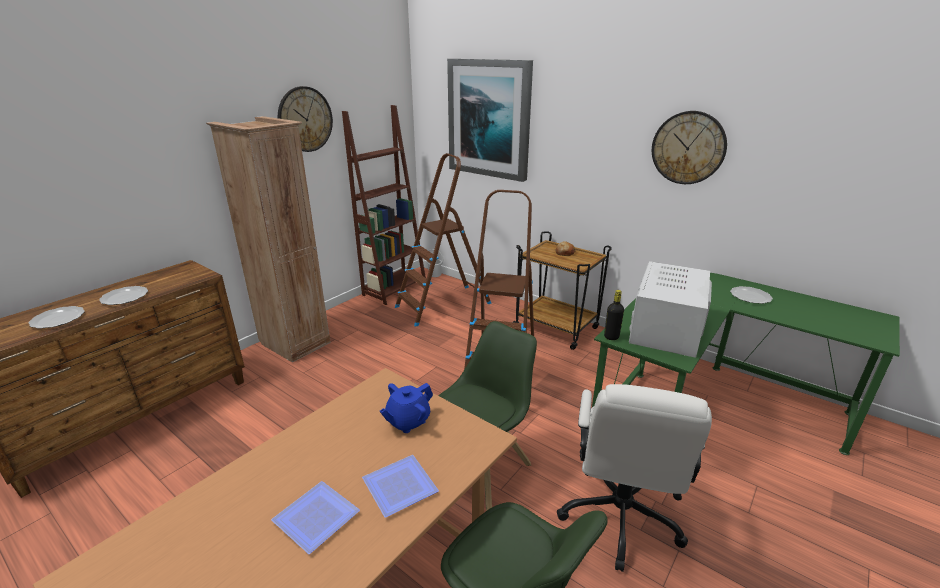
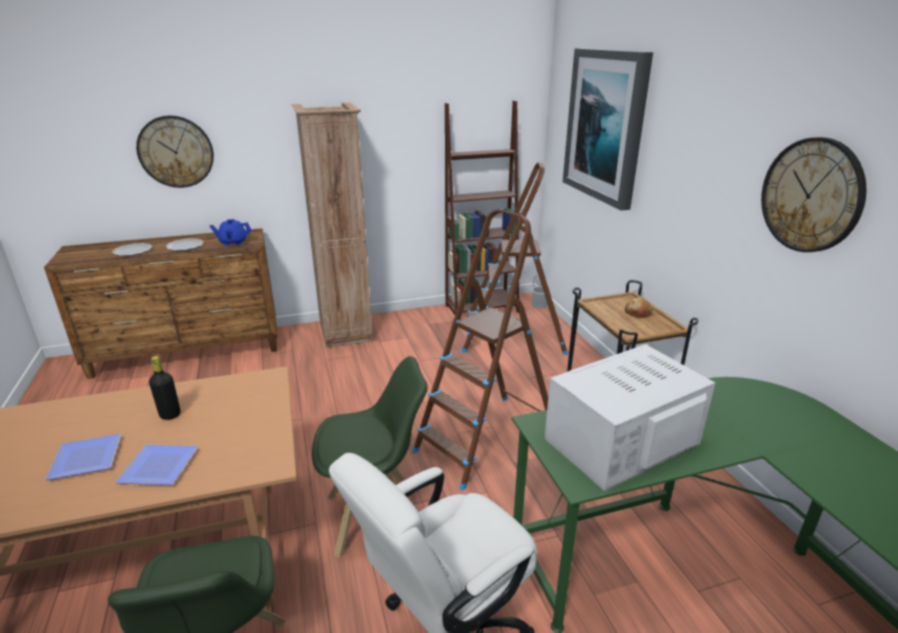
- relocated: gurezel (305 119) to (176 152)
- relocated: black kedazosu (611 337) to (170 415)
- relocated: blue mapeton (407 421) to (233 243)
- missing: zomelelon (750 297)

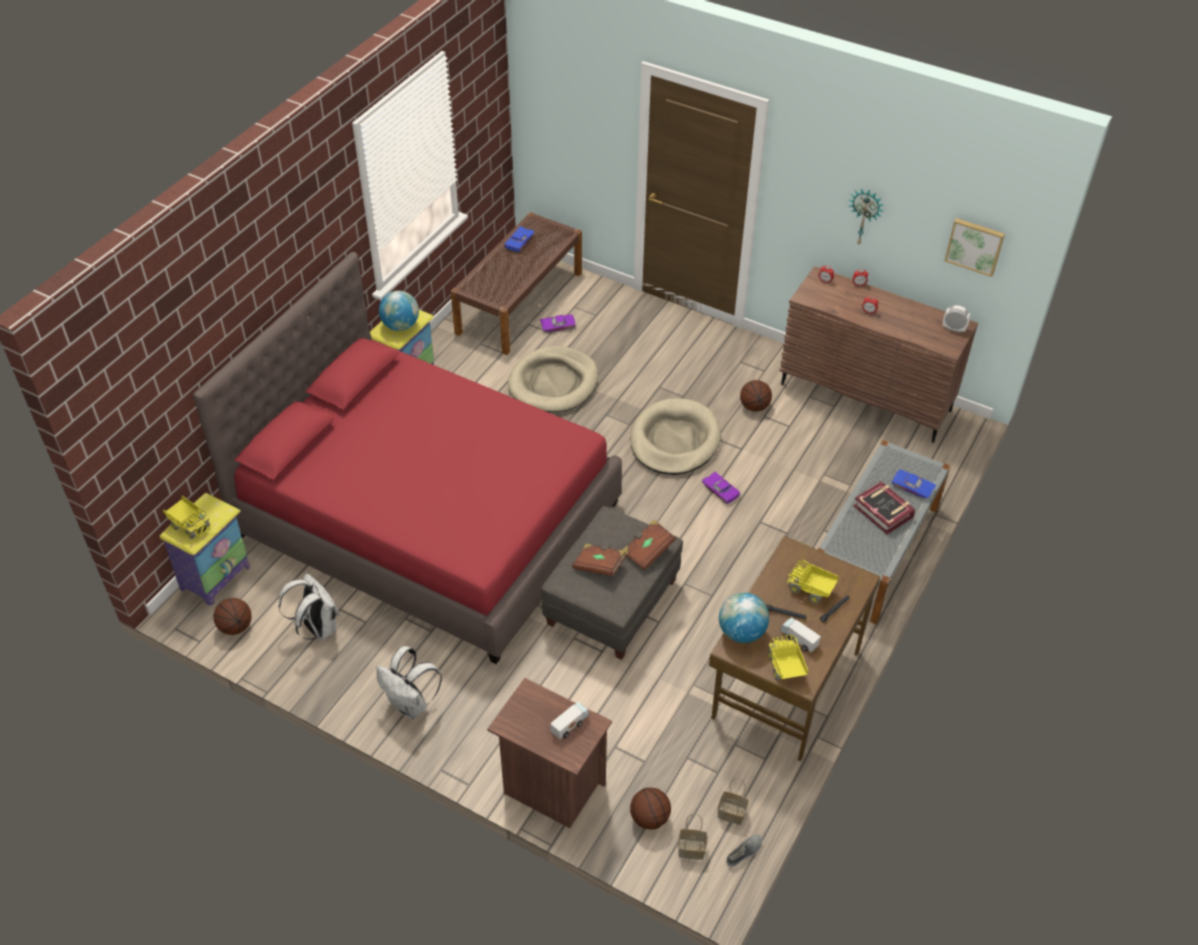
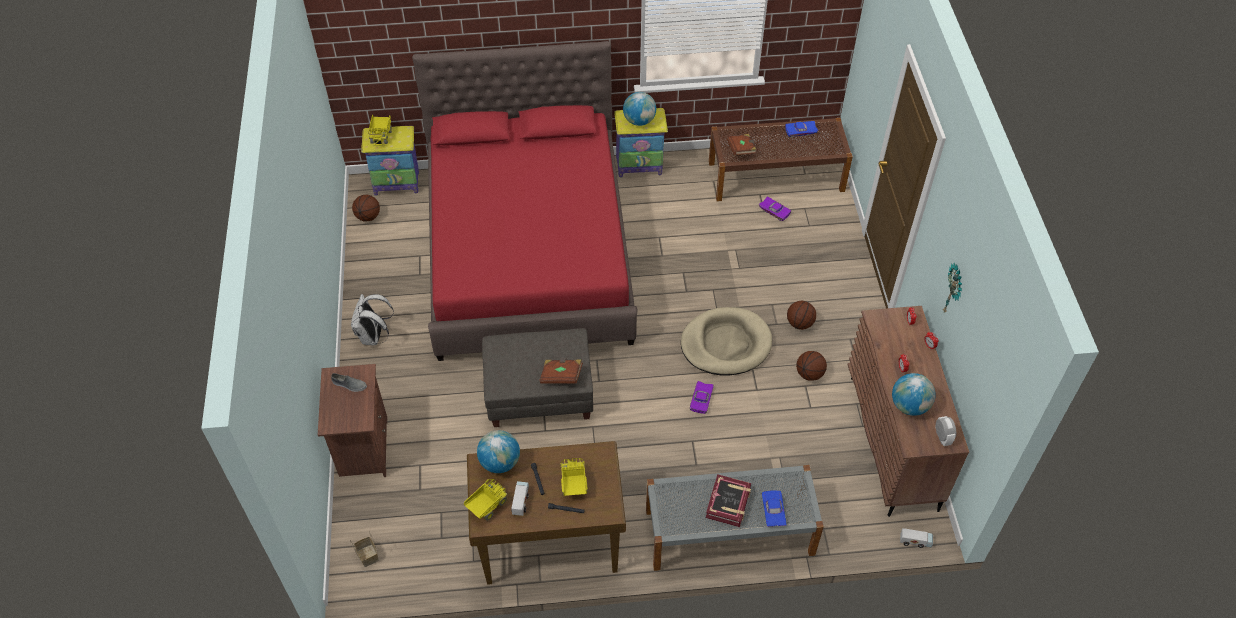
- relocated: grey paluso (744 852) to (349 385)
- relocated: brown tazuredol (599 565) to (741 150)
- relocated: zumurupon (650 818) to (799 323)
- appeared: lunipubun (909 405)
- relocated: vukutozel (570 724) to (915 541)
- missing: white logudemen (317 628)
- missing: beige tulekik (553 383)
- missing: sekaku (730 813)
- missing: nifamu (975 246)

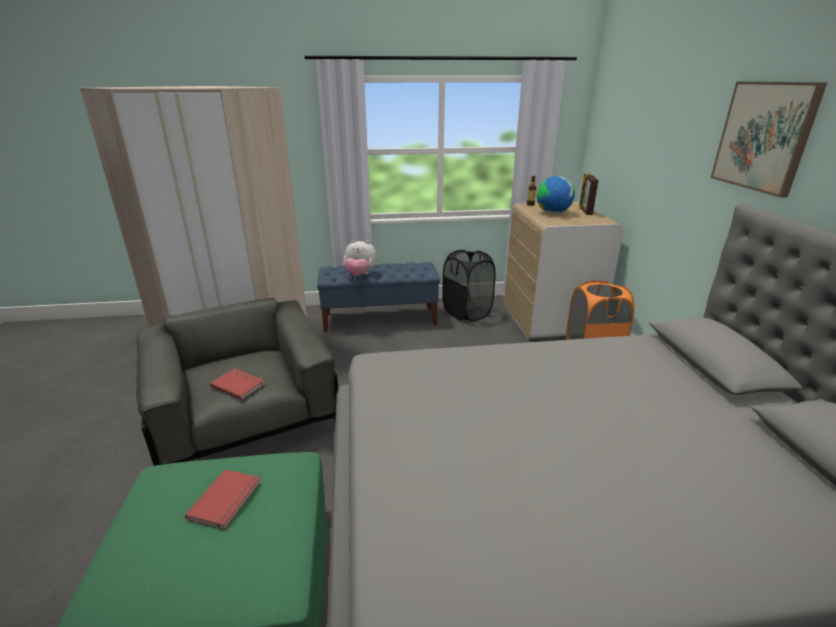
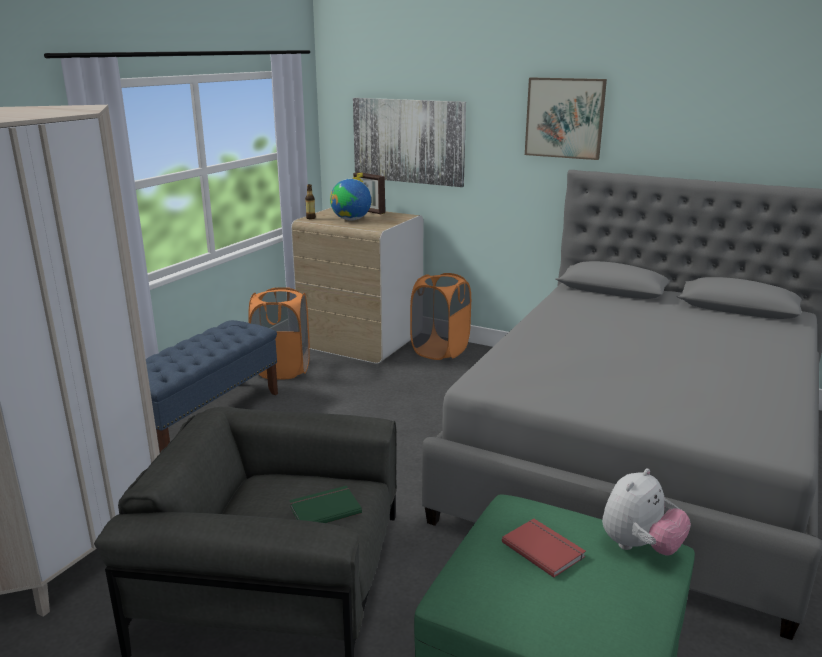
- colour: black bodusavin (467 312) to orange bodusavin (283 369)
- colour: red tazuredol (239 384) to green tazuredol (324 508)
- appeared: nifamu (408 141)
- relocated: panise (360 275) to (640 547)

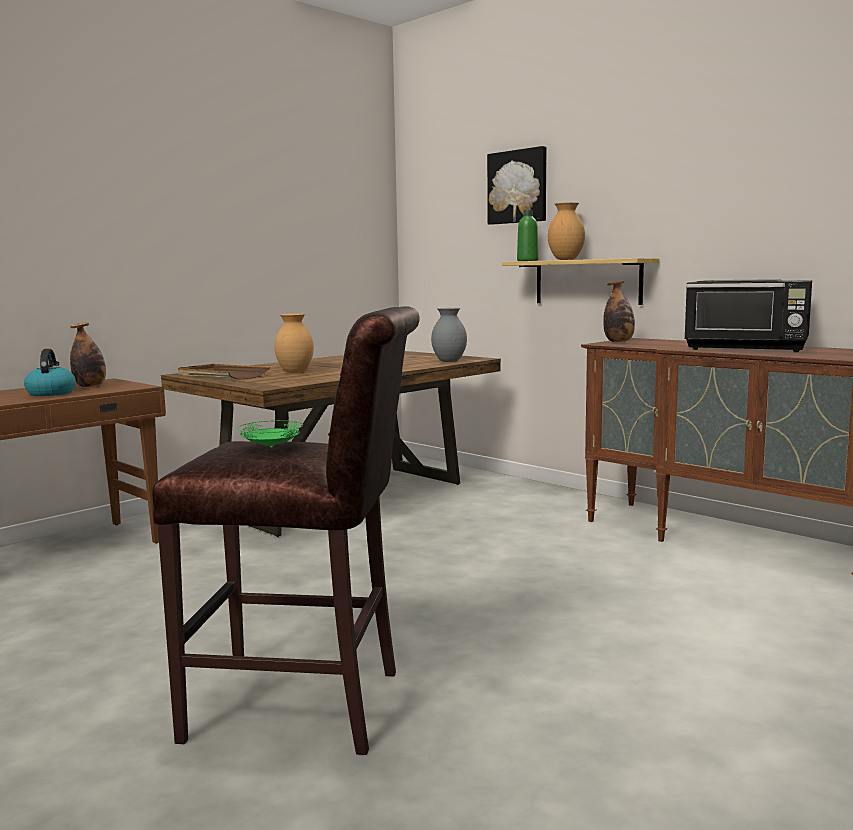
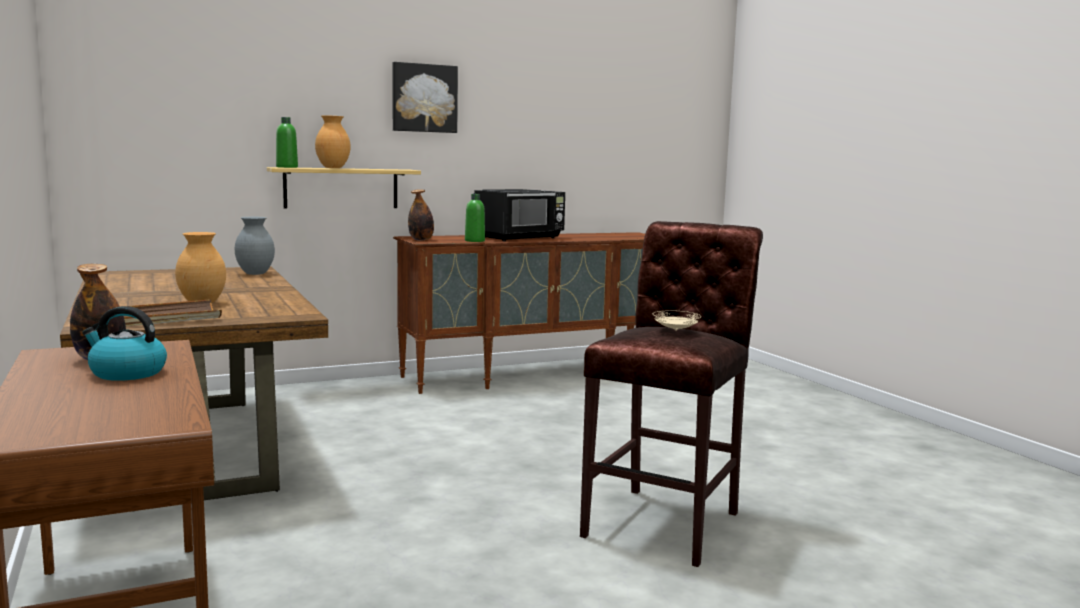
- relocated: nifamu (518 187) to (424 98)
- appeared: green kedazosu (474 241)
- colour: green zomelelon (271 447) to beige zomelelon (675 330)

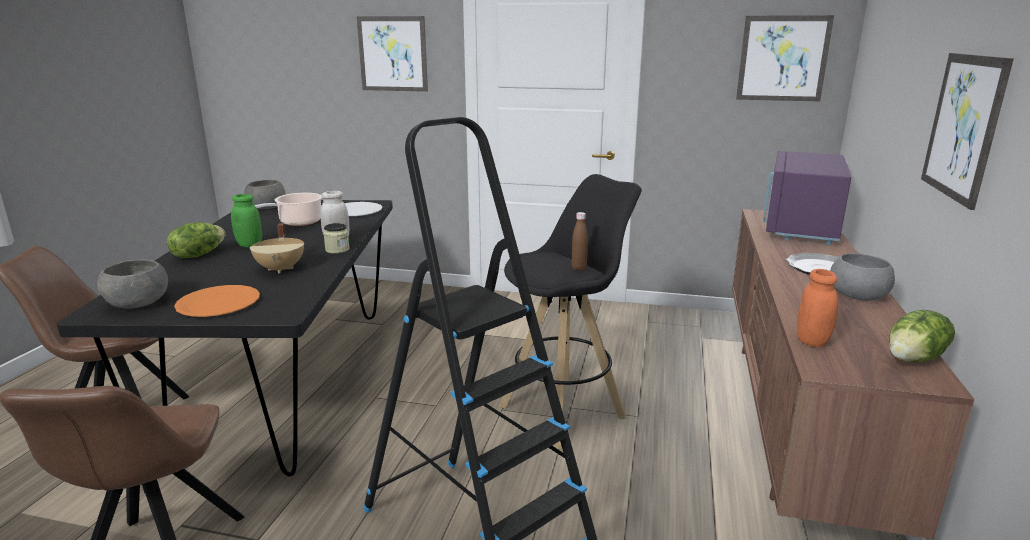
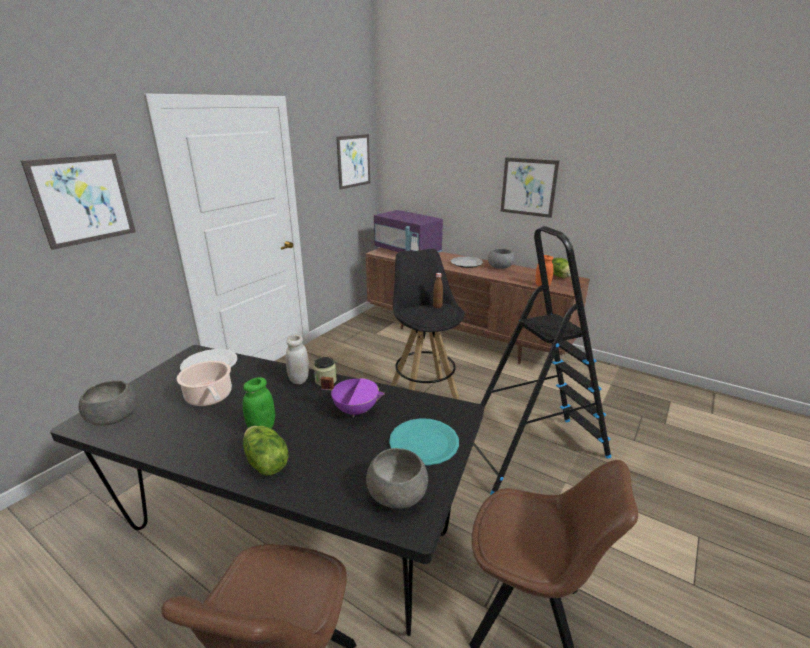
- colour: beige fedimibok (281 269) to purple fedimibok (356 410)
- colour: orange zomelelon (219 303) to turquoise zomelelon (424 443)

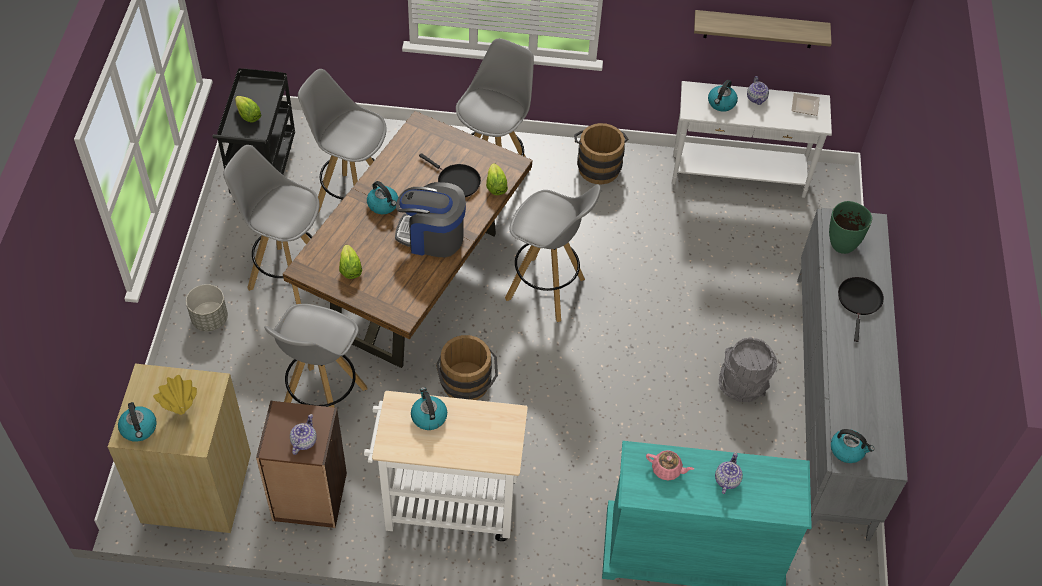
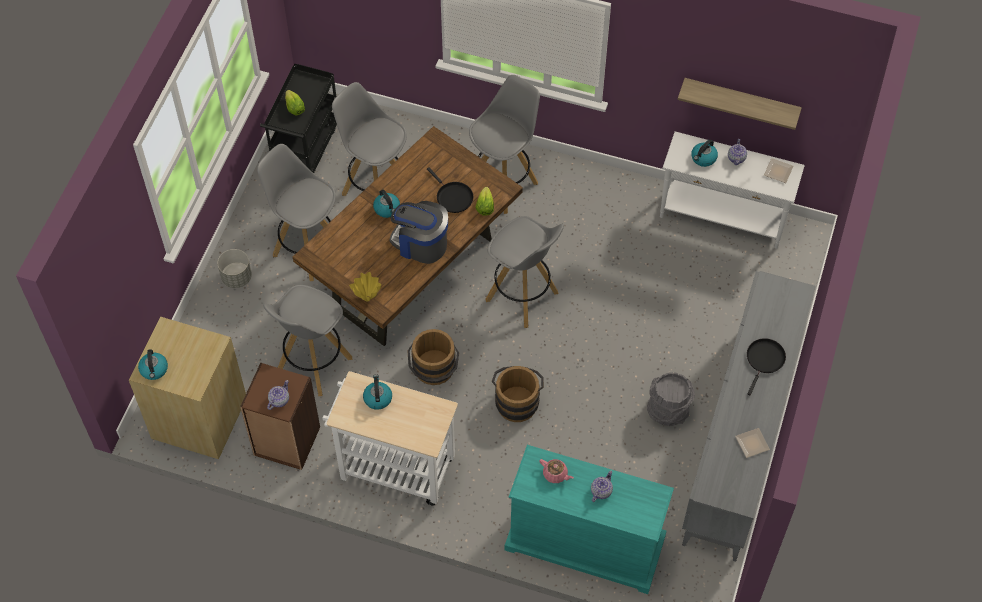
- relocated: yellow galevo (182 410) to (367 298)
- relocated: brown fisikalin (598 165) to (517 400)
- appeared: zomelelon (753 444)
- missing: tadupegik (350 269)
- missing: green galevo (841 245)
- missing: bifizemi (847 450)

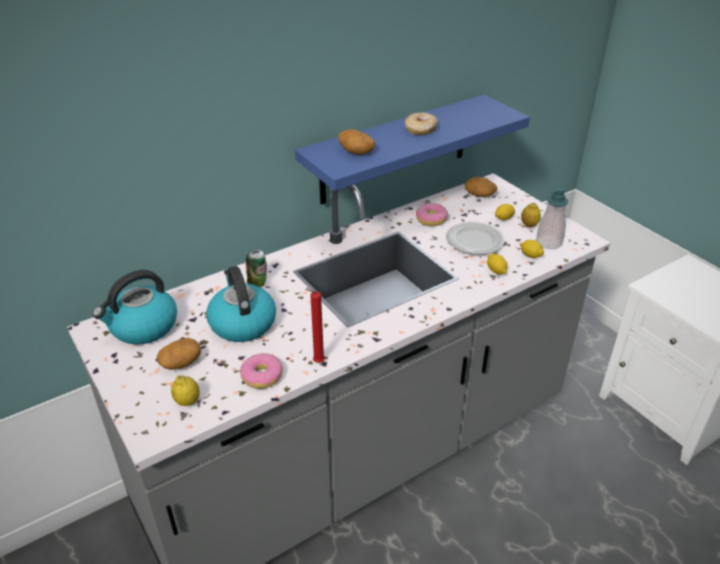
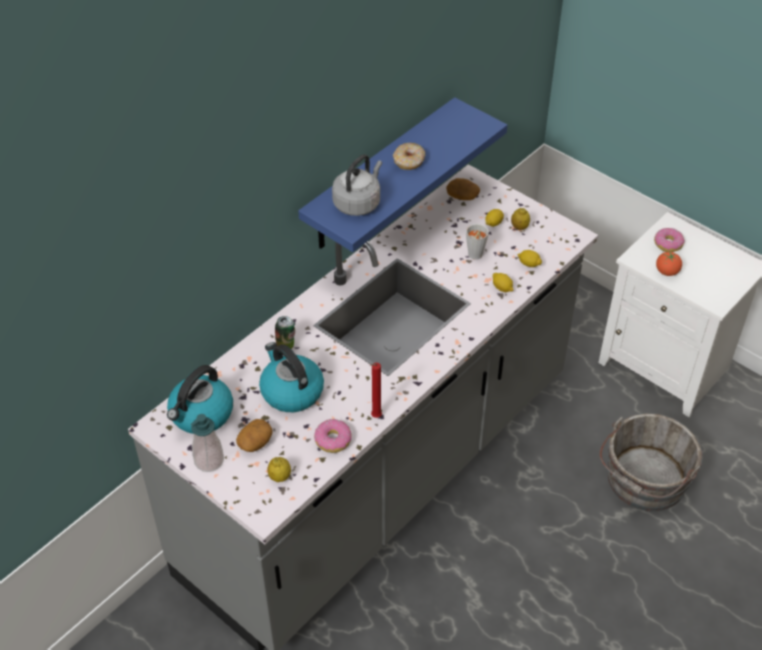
- relocated: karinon (549 242) to (209 460)
- exchanged: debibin (355 151) to grey bifizemi (358 203)
- exchanged: zomelelon (475 241) to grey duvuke (474 256)
- appeared: grey fisikalin (643 482)
- relocated: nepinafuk (431 219) to (668 244)
- appeared: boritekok (667 272)

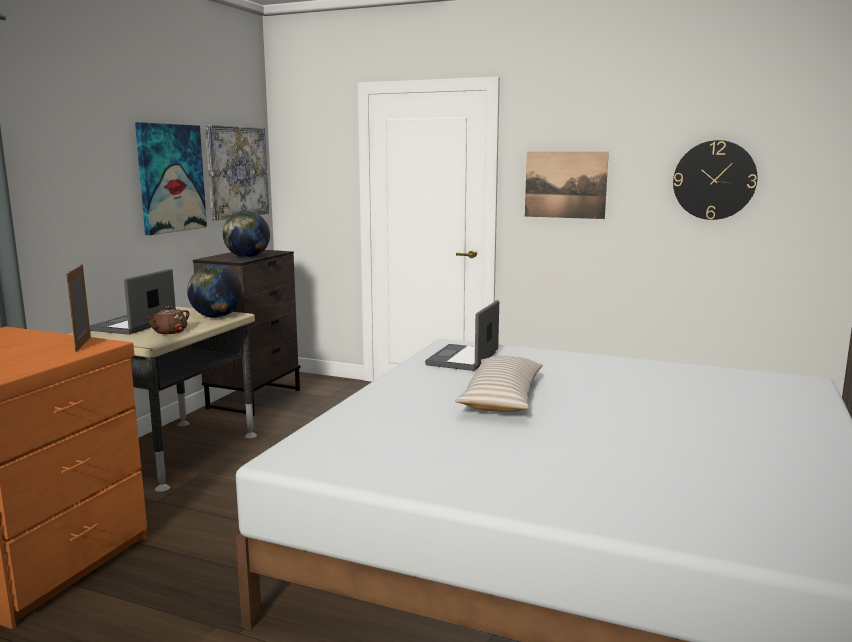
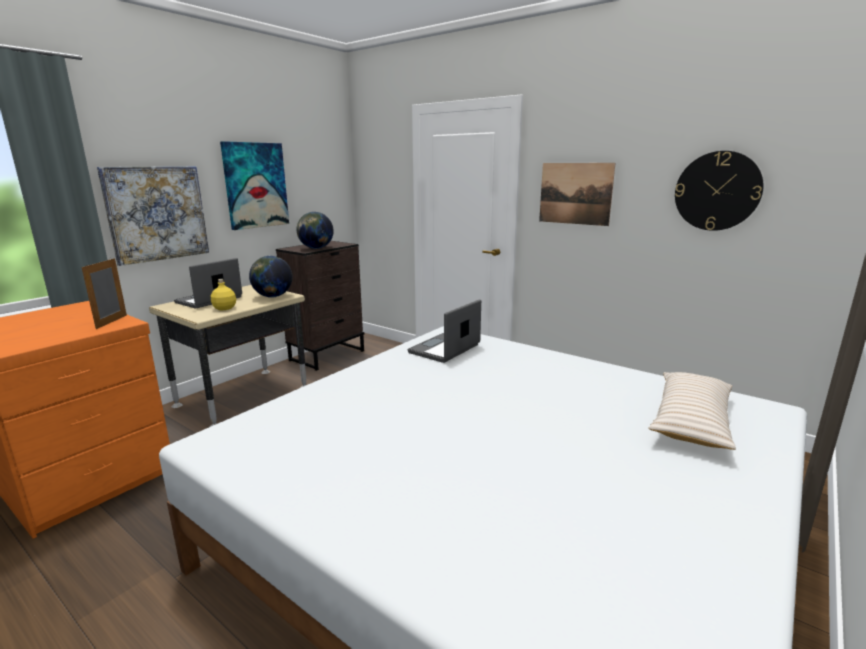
- relocated: nifamu (237 172) to (157 213)
- exchanged: brown mapeton (169 332) to yellow kedazosu (225 308)
- relocated: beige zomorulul (502 397) to (691 420)

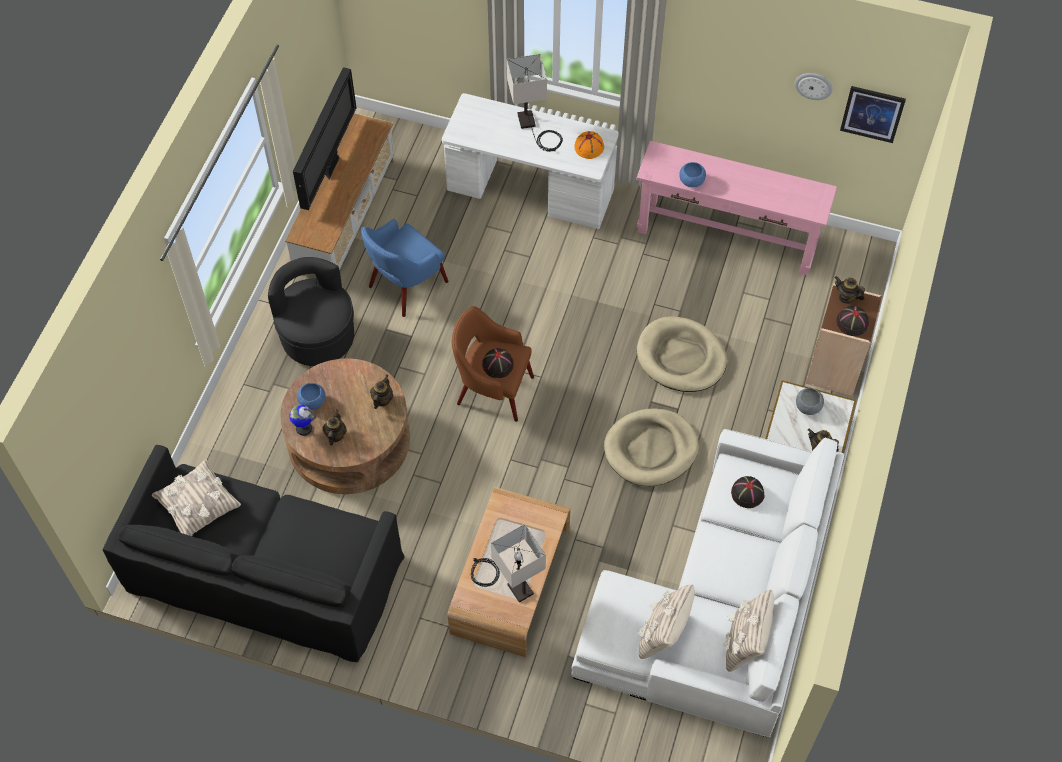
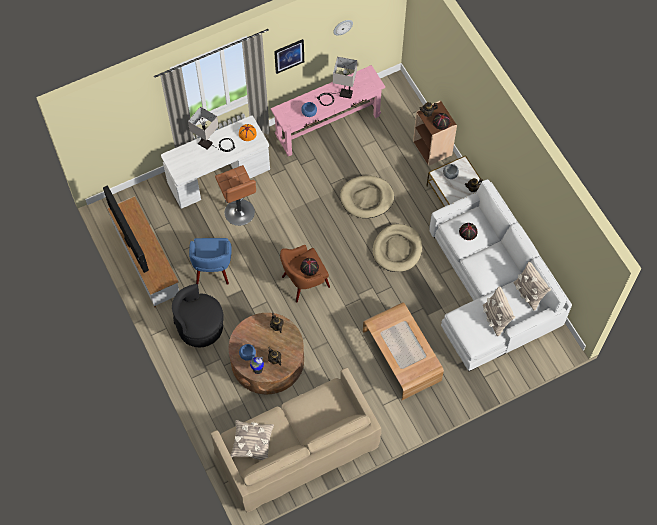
- colour: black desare (264 571) to beige desare (296 447)
- appeared: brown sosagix (239 212)
- relocated: nifamu (872 113) to (289 56)
- relocated: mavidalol (505 581) to (337 95)

